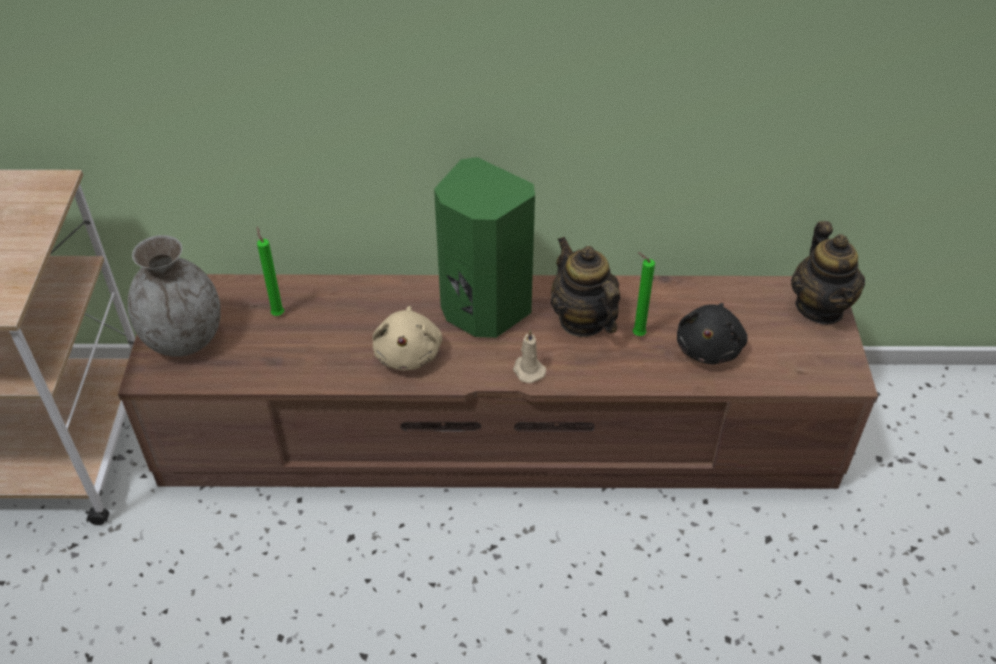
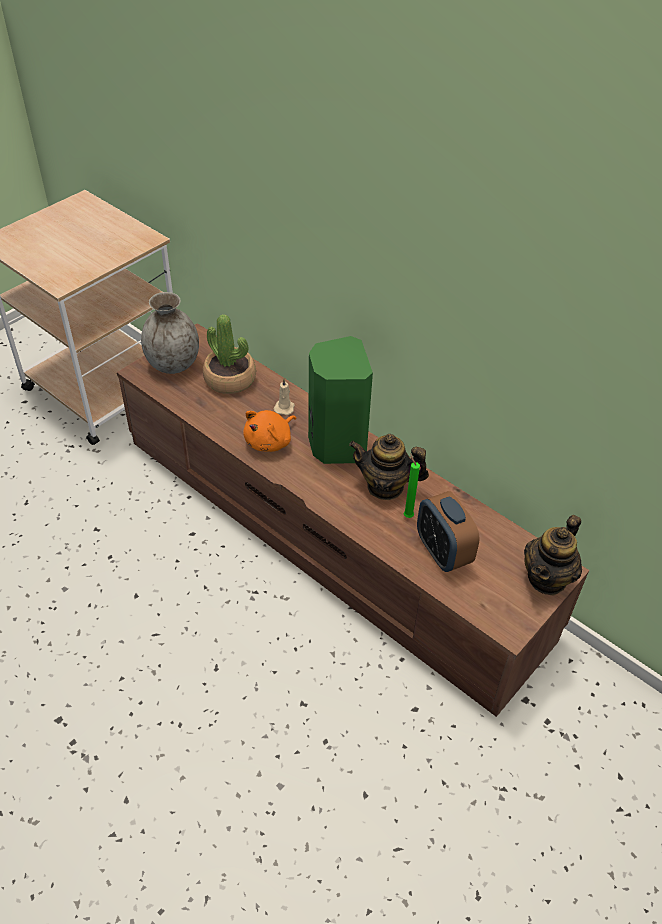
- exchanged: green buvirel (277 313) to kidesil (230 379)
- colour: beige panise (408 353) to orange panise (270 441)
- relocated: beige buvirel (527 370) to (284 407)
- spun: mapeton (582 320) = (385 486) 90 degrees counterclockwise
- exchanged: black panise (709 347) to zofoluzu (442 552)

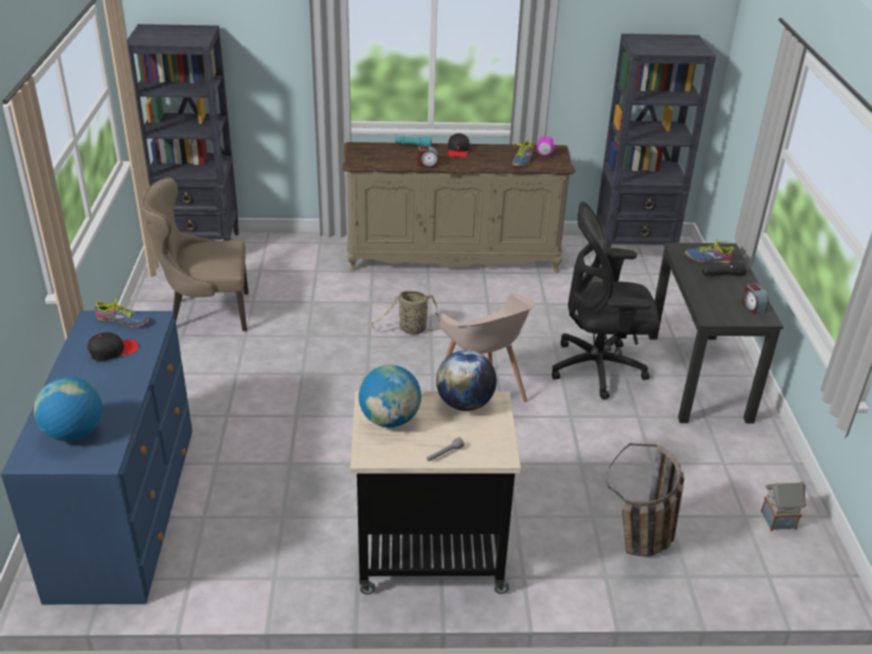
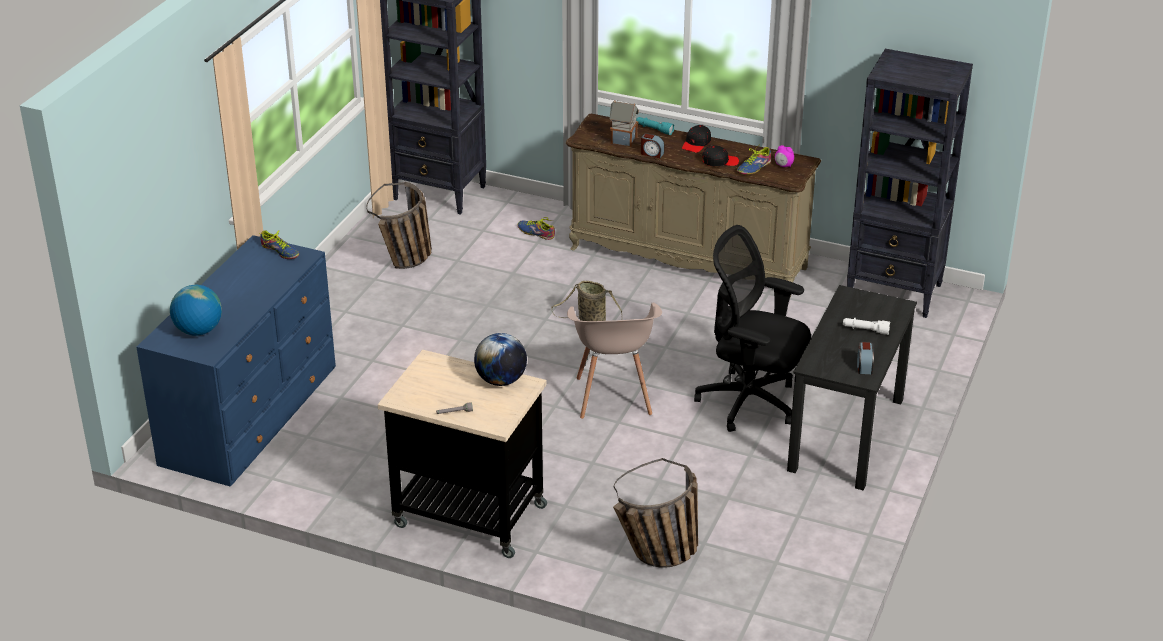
- exchanged: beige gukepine (206 313) to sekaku (407 262)
- relocated: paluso (708 259) to (536 233)
- relocated: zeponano (777 520) to (623 140)
- relocated: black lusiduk (113 351) to (719 161)
- colour: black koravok (722 275) to white koravok (865 330)
- missing: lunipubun (390 420)

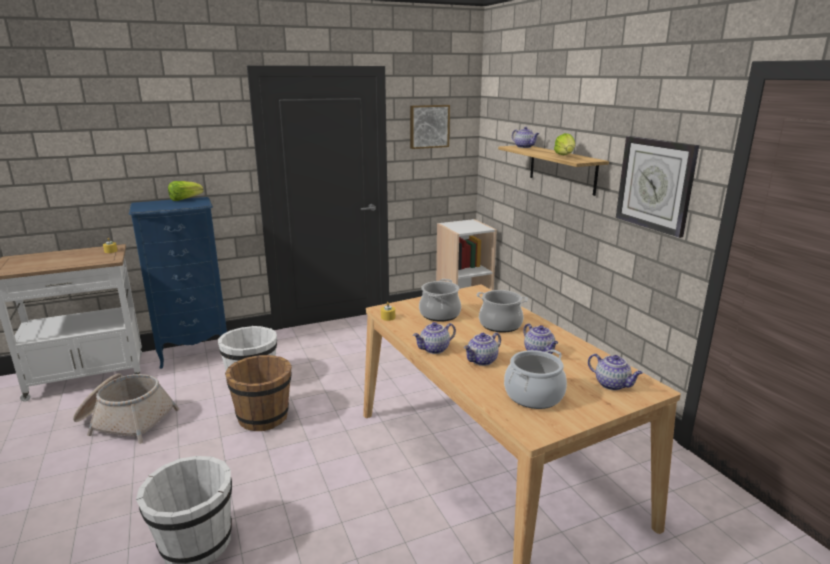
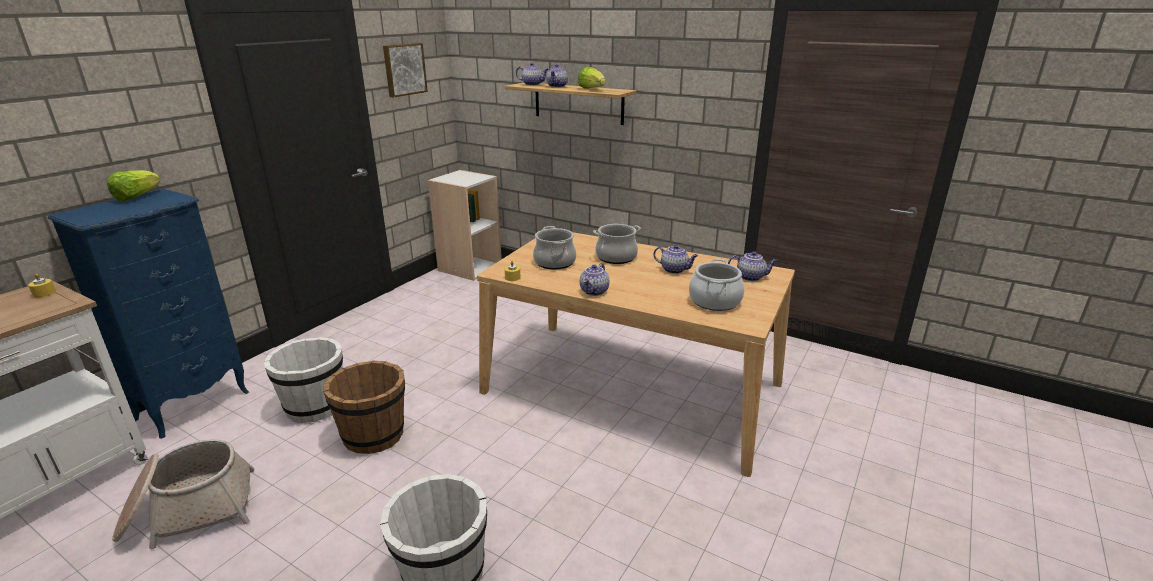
- relocated: mapeton (482 361) to (557 86)
- missing: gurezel (655 184)

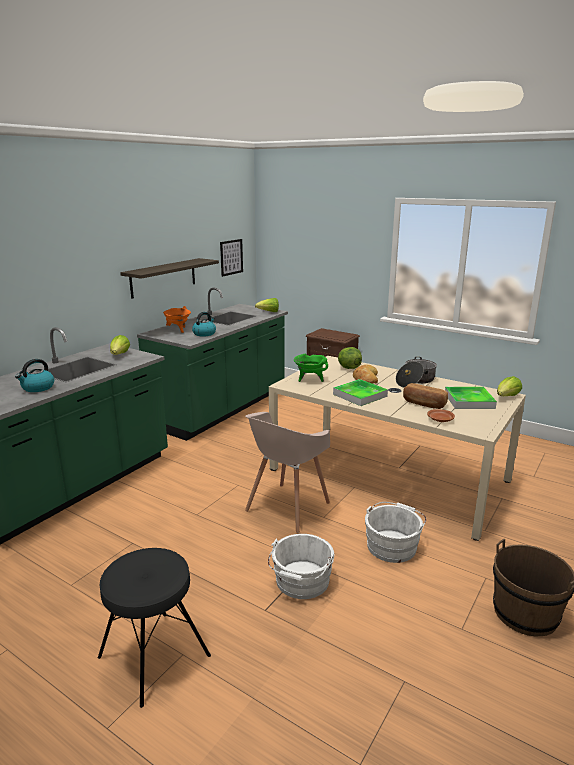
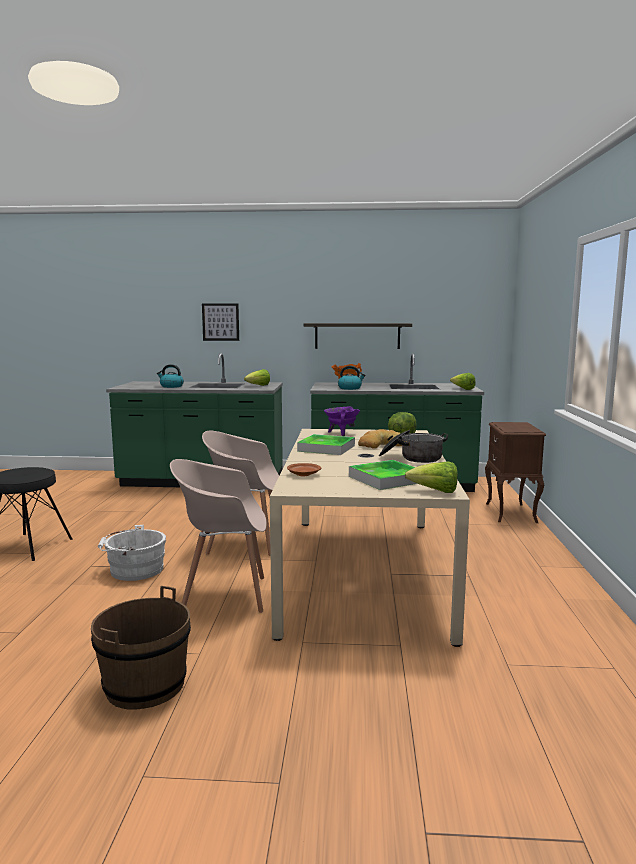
- exchanged: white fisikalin (392 545) to beige gukepine (222 596)
- relocated: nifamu (231 257) to (220 322)
- colour: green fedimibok (310 379) to purple fedimibok (341 434)
- missing: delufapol (424 404)

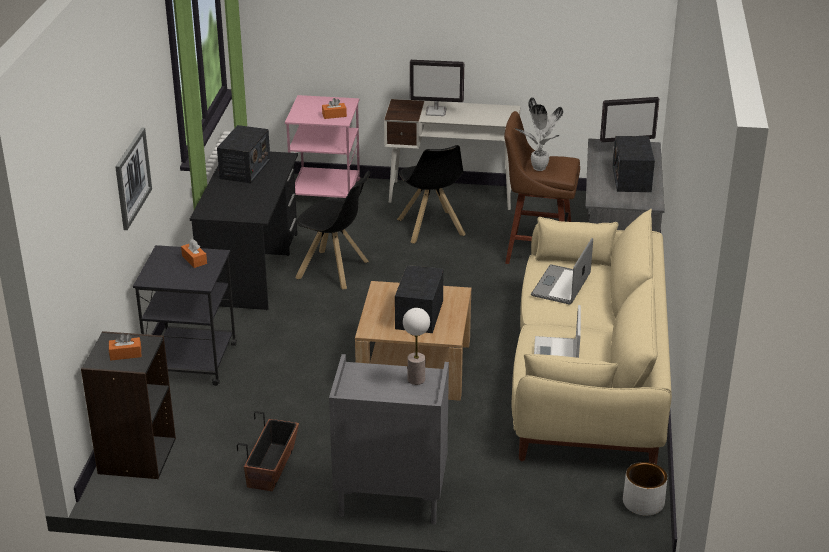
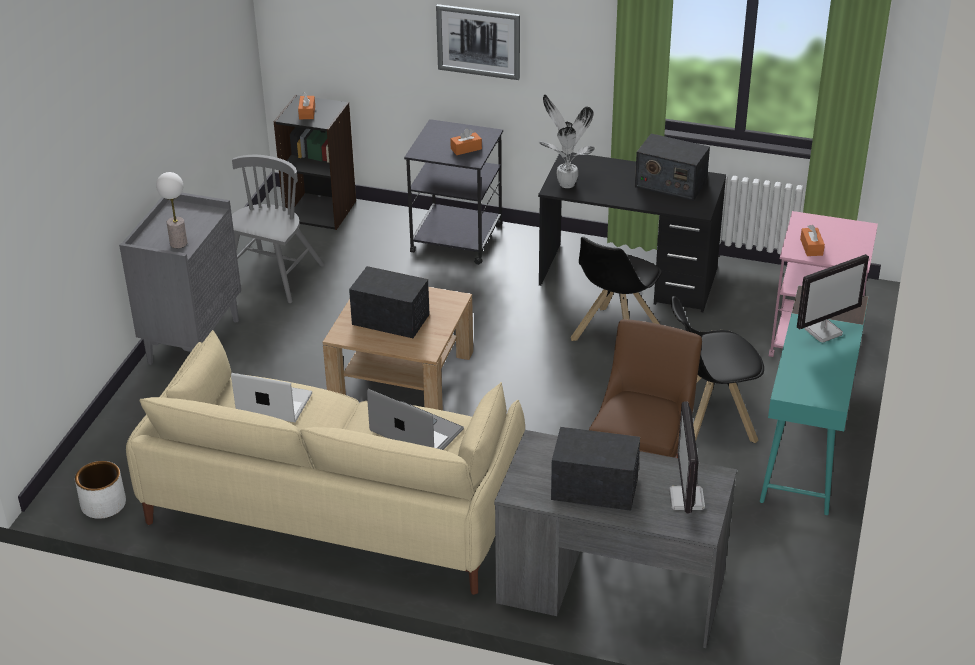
- exchanged: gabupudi (272 467) to grey gukepine (272 278)
- relocated: kidesil (538 168) to (565 184)
- colour: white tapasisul (452 195) to turquoise tapasisul (805 451)
- spun: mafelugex (436 111) = (823 331) 135 degrees counterclockwise

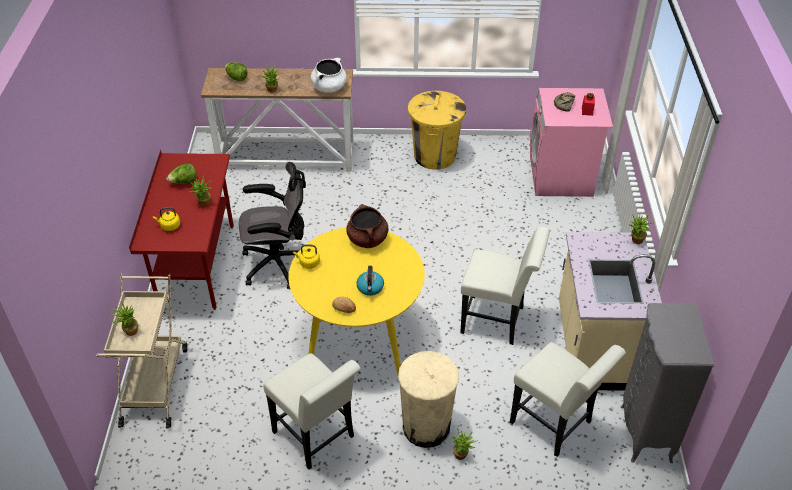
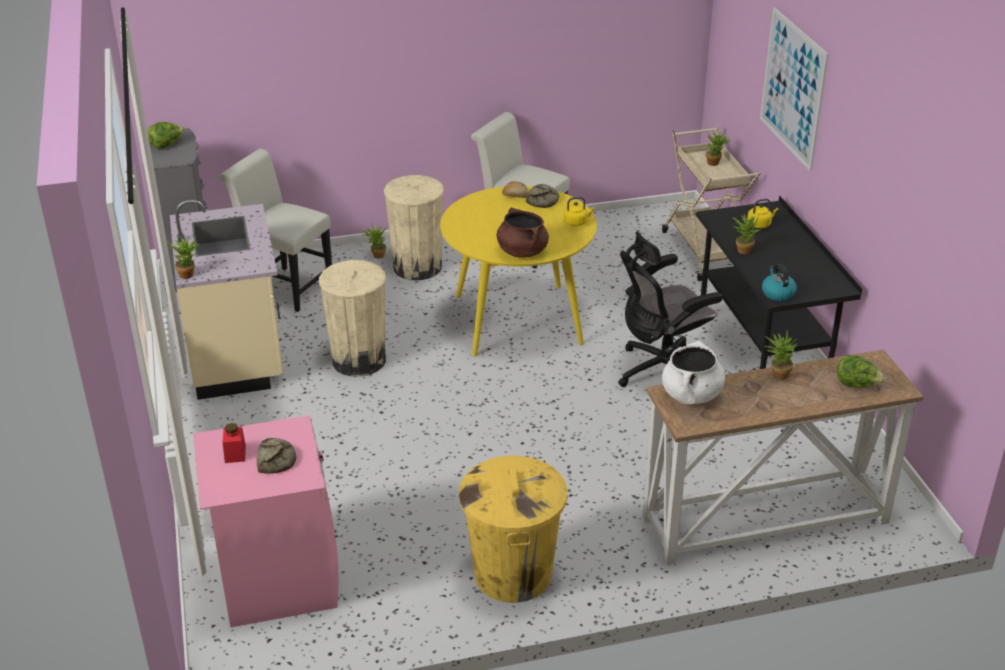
- relocated: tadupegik (184 182) to (166 145)
- exchanged: white gukepine (497 321) to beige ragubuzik (359 360)
- appeared: delufapol (543 200)
- colour: red tapasisul (197 266) to black tapasisul (761 353)
- appeared: nifamu (792 88)
- relocated: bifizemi (370 288) to (777 293)

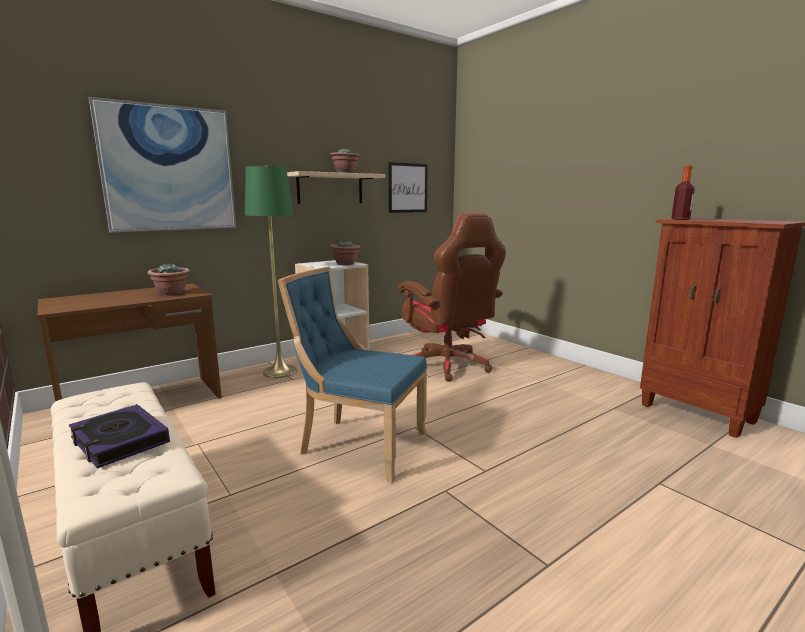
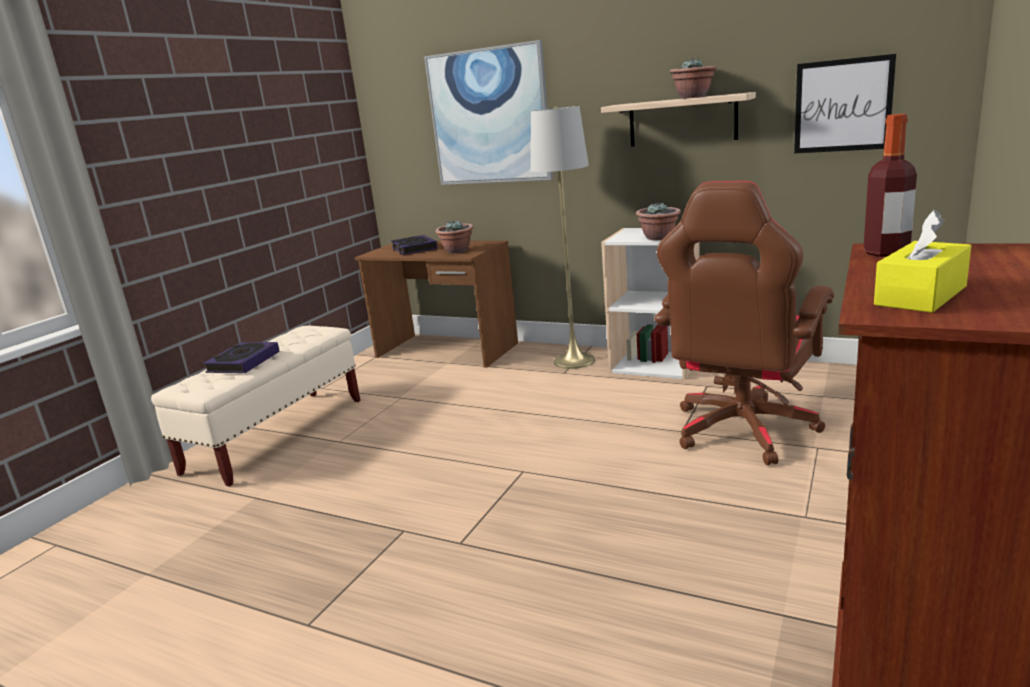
- appeared: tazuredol (414 249)
- colour: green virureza (280 371) to grey virureza (574 361)
- appeared: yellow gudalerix (920 296)
- missing: blue gukepine (358 445)

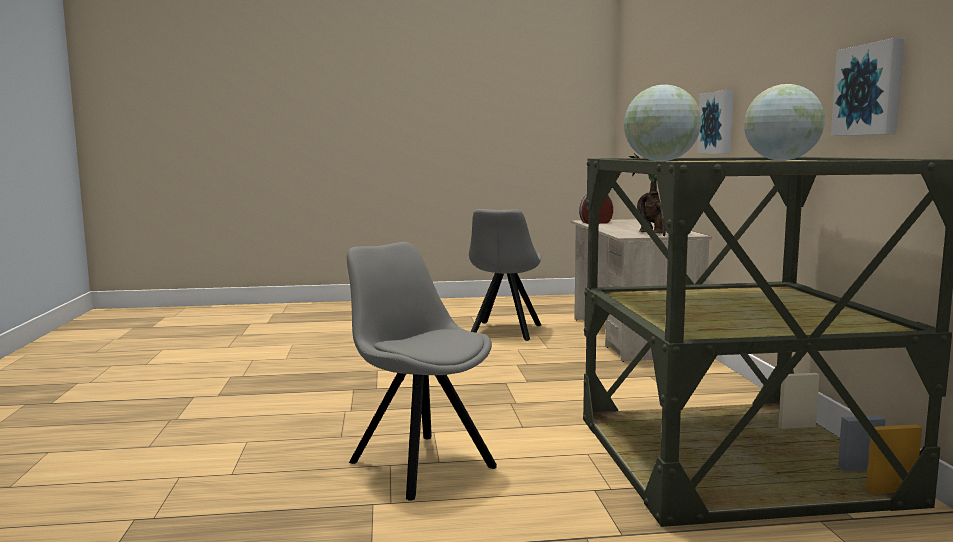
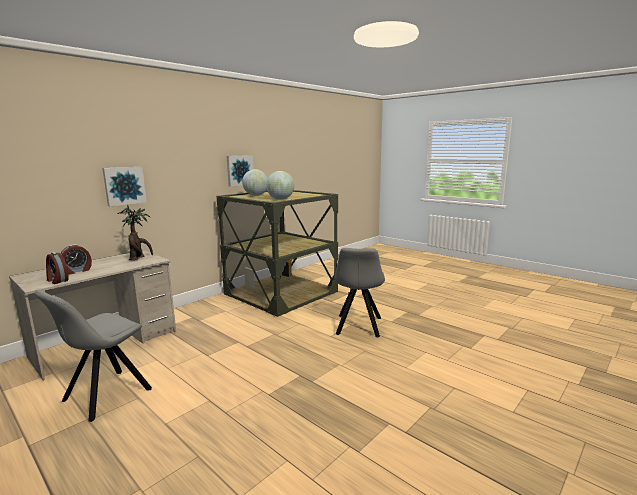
- spun: grey gukepine (505 331) = (106 395) 150 degrees clockwise
- appeared: zofoluzu (77 271)

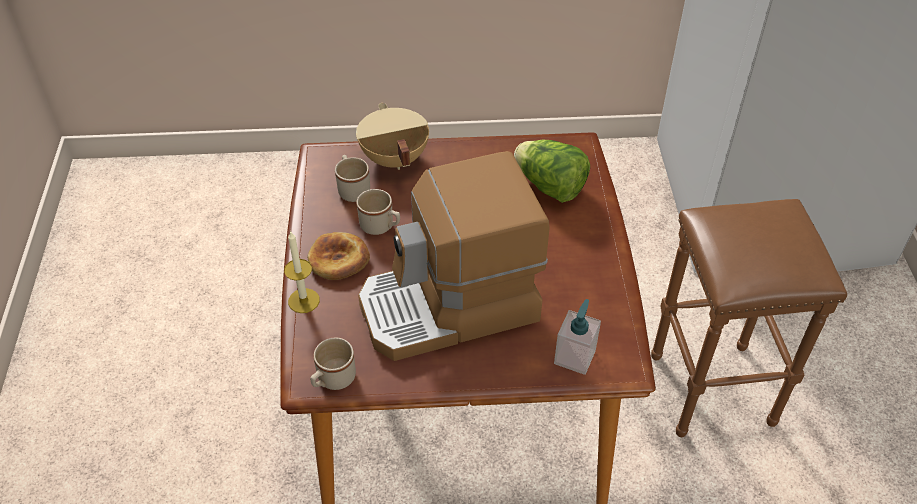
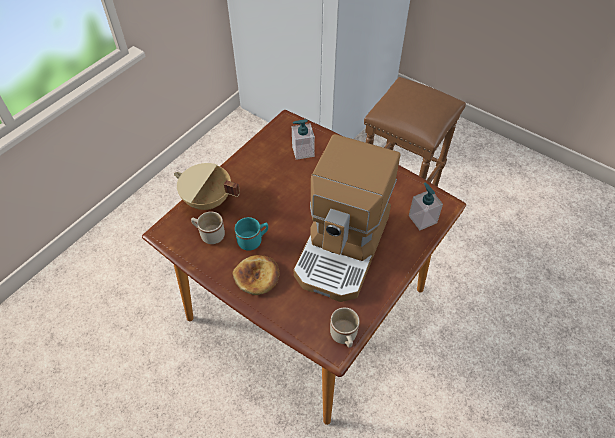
- colour: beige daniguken (381 226) to turquoise daniguken (253 240)
- exchanged: tadupegik (550 187) to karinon (303 151)
- missing: buvirel (304 300)

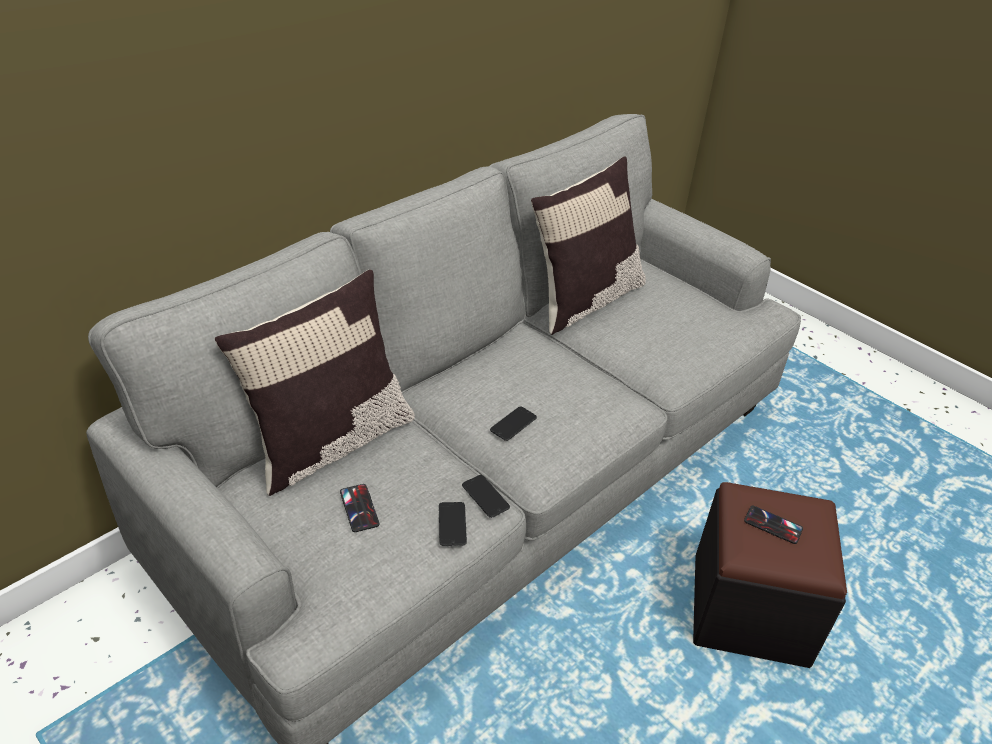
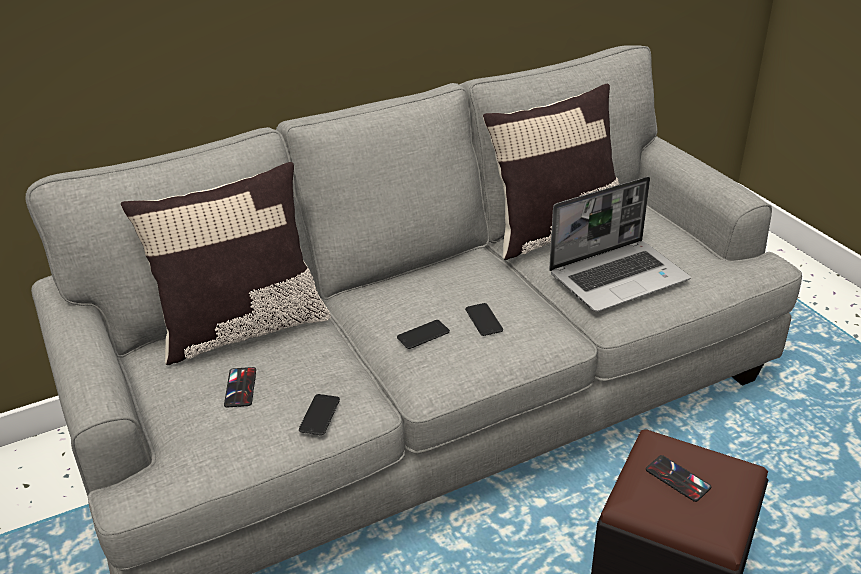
- relocated: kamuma (485 496) to (483 320)
- appeared: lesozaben (619 277)

